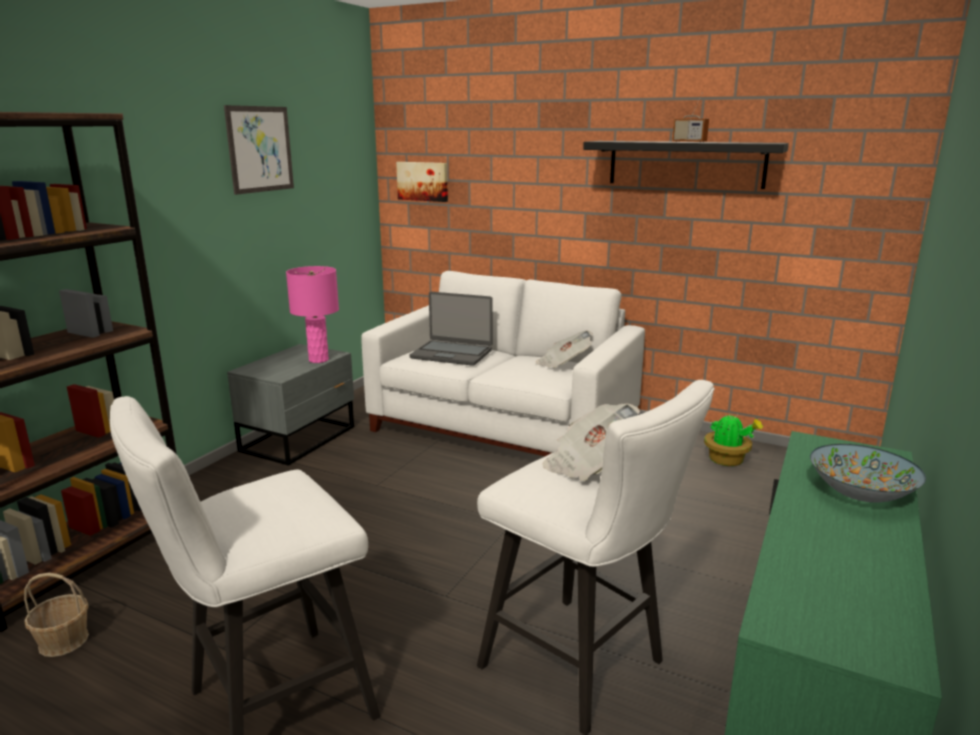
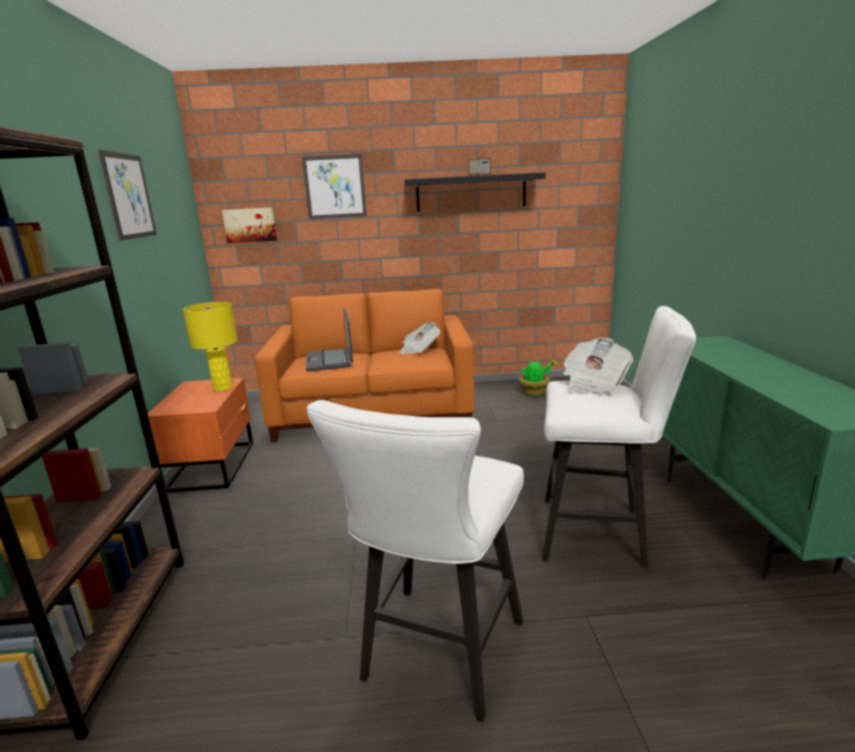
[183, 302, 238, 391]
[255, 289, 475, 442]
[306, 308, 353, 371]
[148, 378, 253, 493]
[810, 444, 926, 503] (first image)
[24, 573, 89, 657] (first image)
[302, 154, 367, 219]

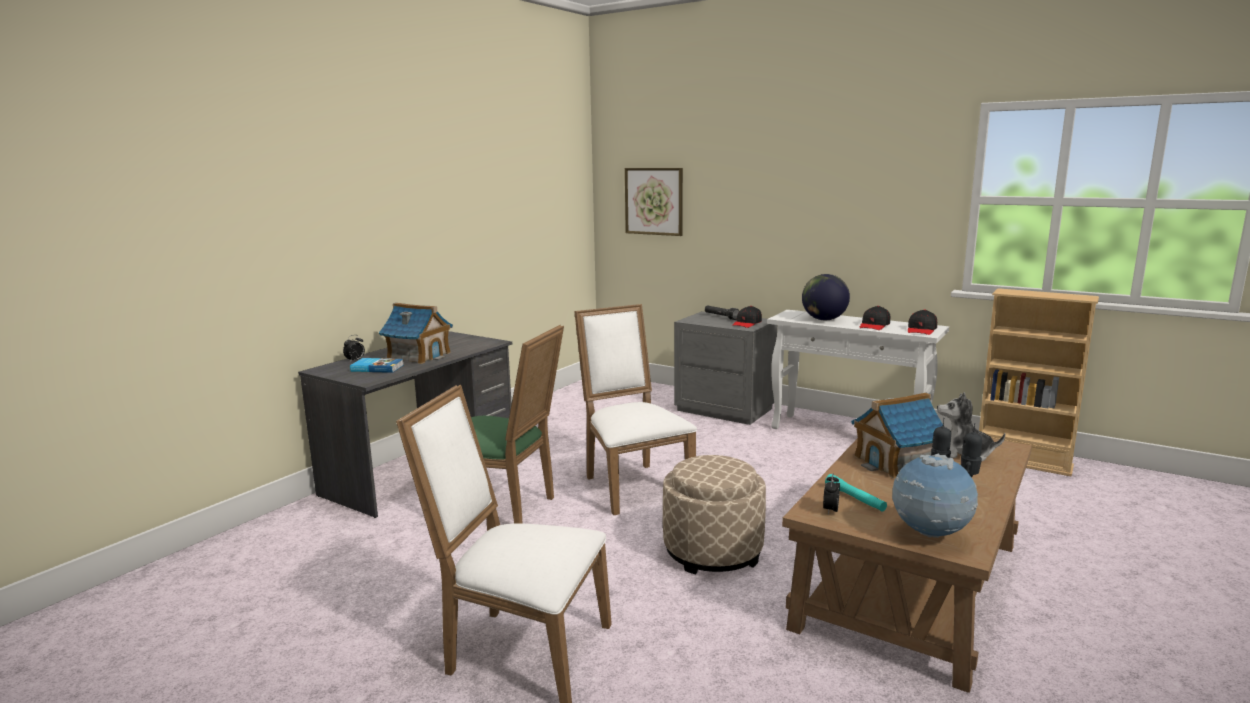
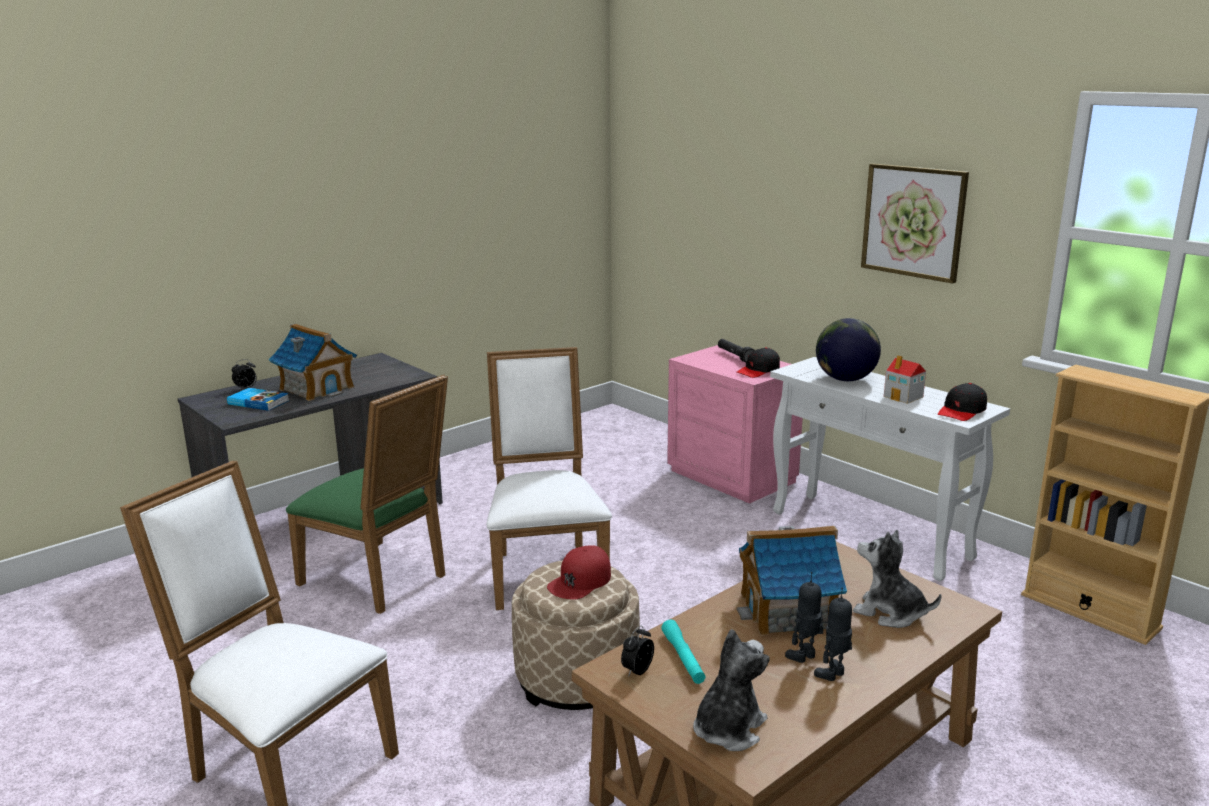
[861, 164, 969, 284]
[884, 355, 926, 404]
[667, 345, 803, 504]
[693, 629, 770, 751]
[547, 545, 611, 600]

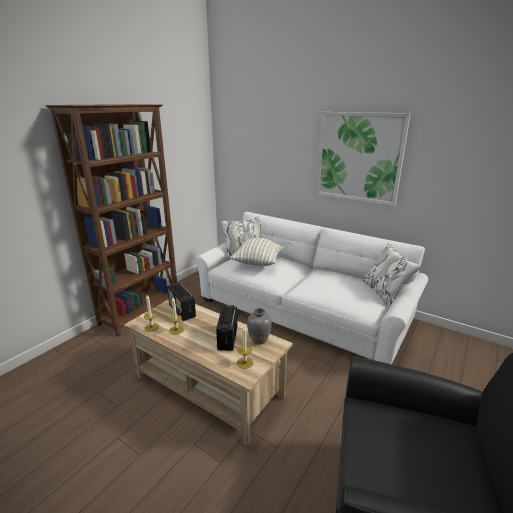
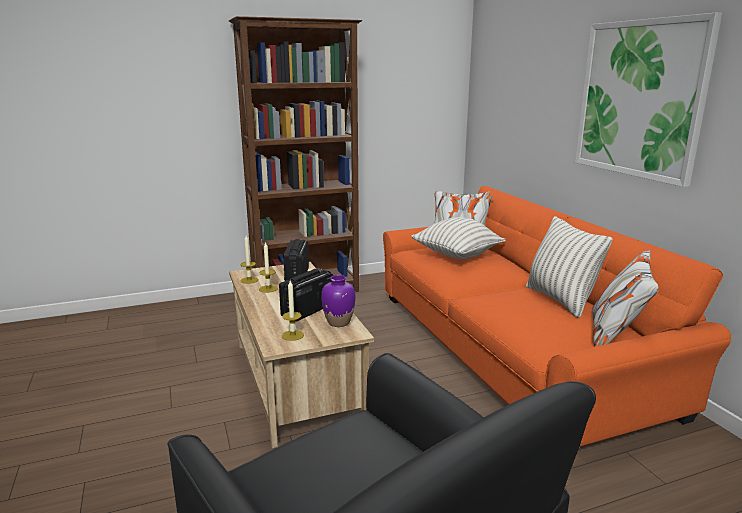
[383, 186, 732, 447]
[321, 275, 356, 327]
[526, 216, 613, 318]

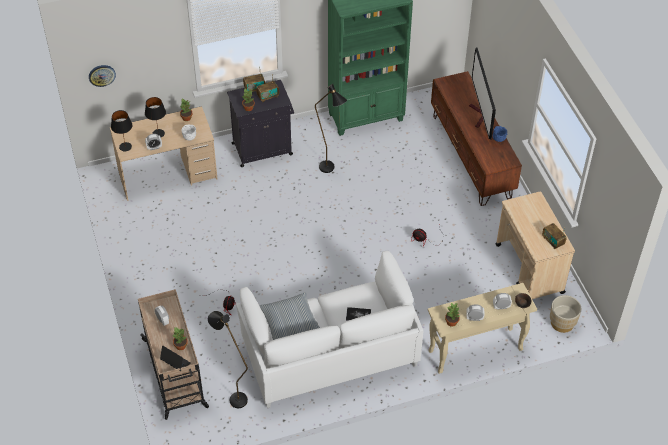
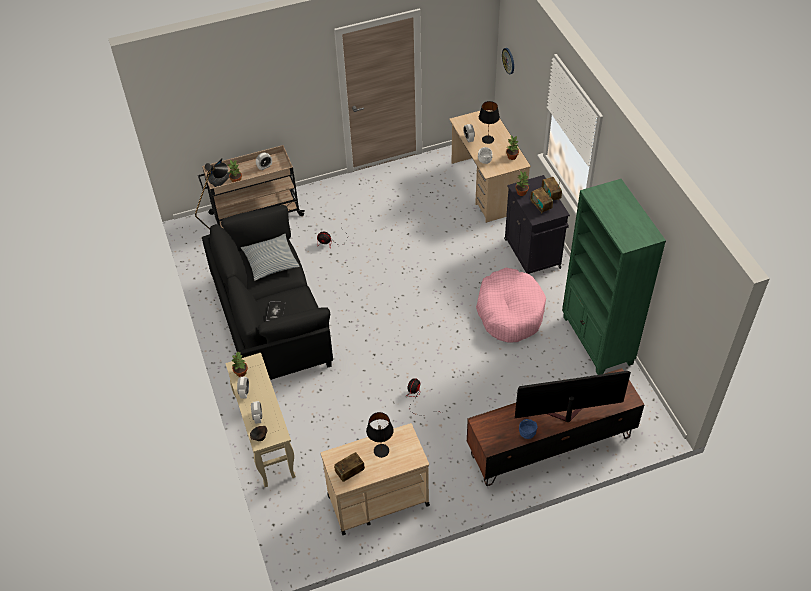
[476, 267, 546, 343]
[366, 412, 394, 458]
[202, 205, 333, 380]
[550, 295, 581, 333] (first image)

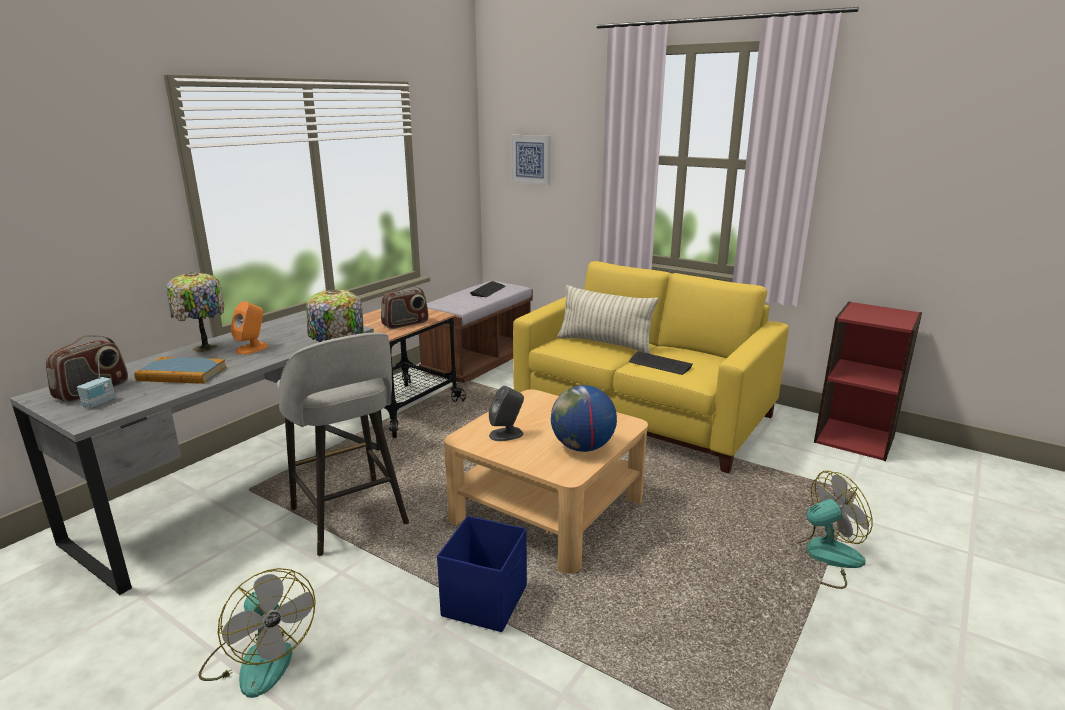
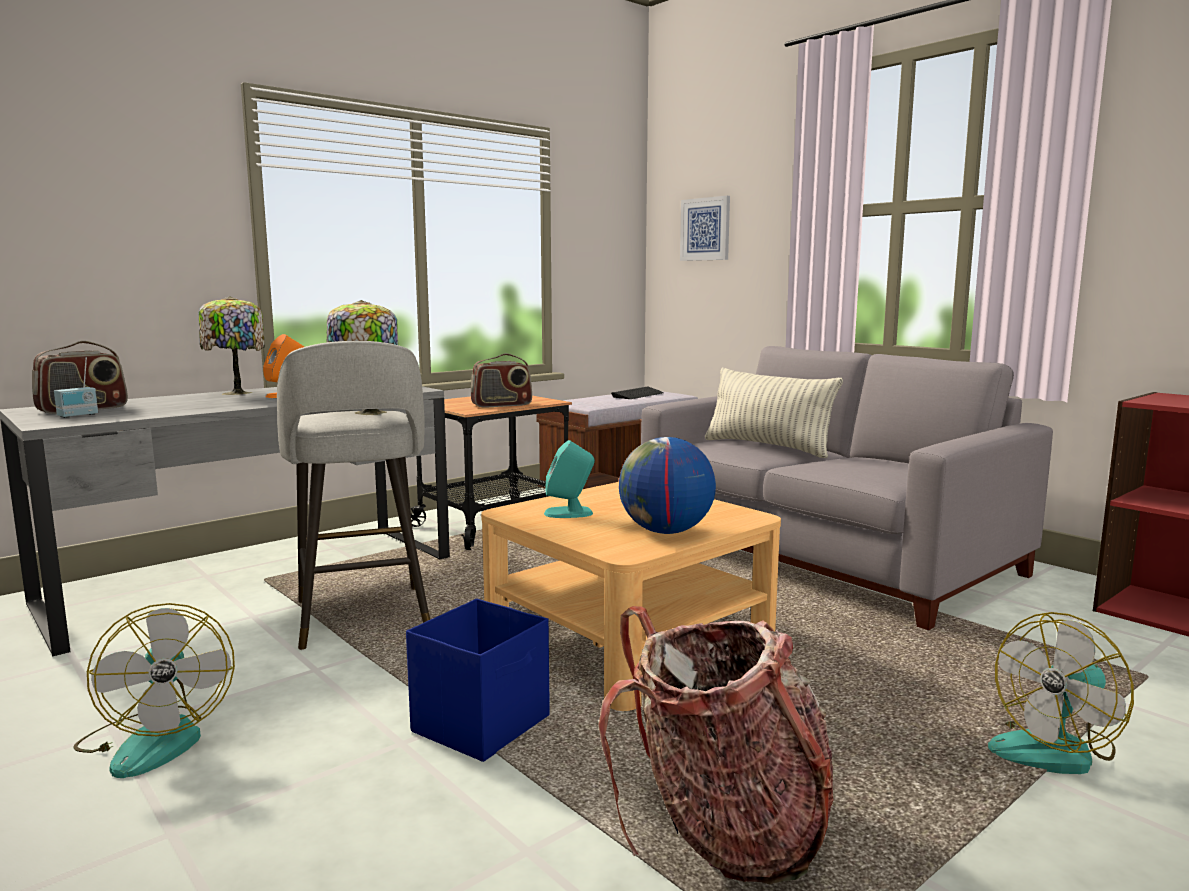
[641, 346, 1053, 630]
[629, 351, 693, 375] (first image)
[134, 357, 227, 384] (first image)
[544, 440, 595, 518]
[988, 612, 1134, 774]
[599, 606, 834, 884]

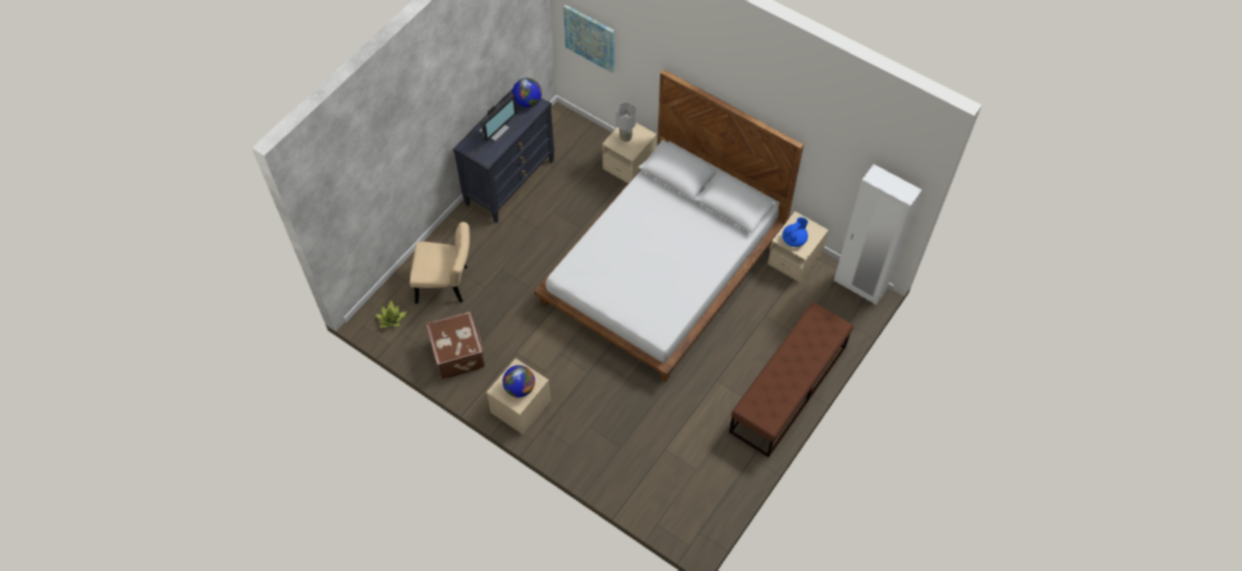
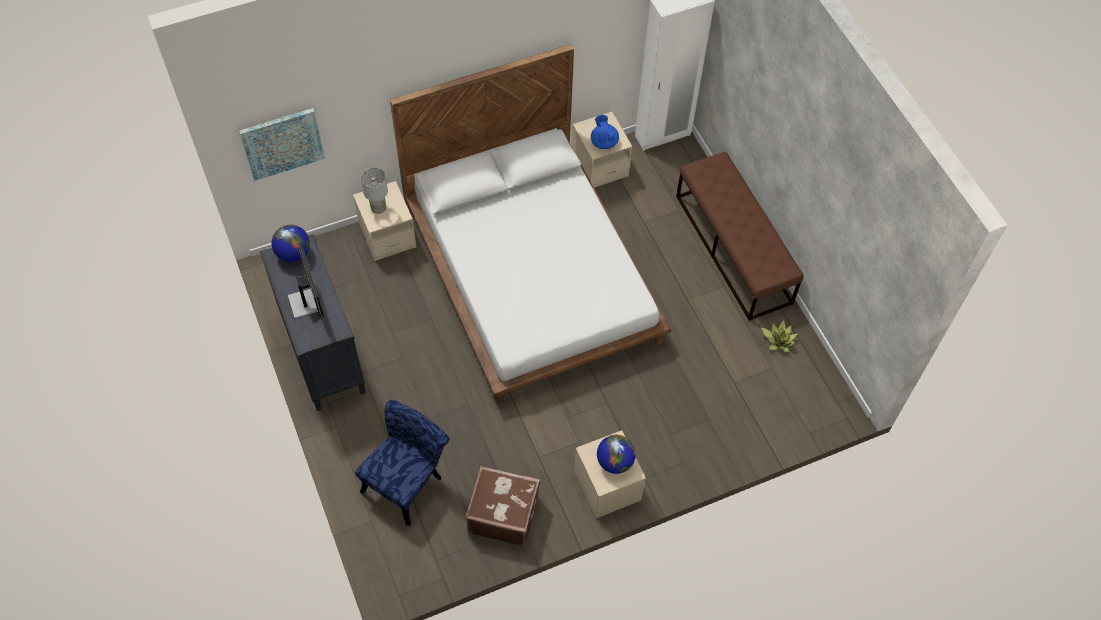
[355, 400, 450, 526]
[761, 320, 797, 352]

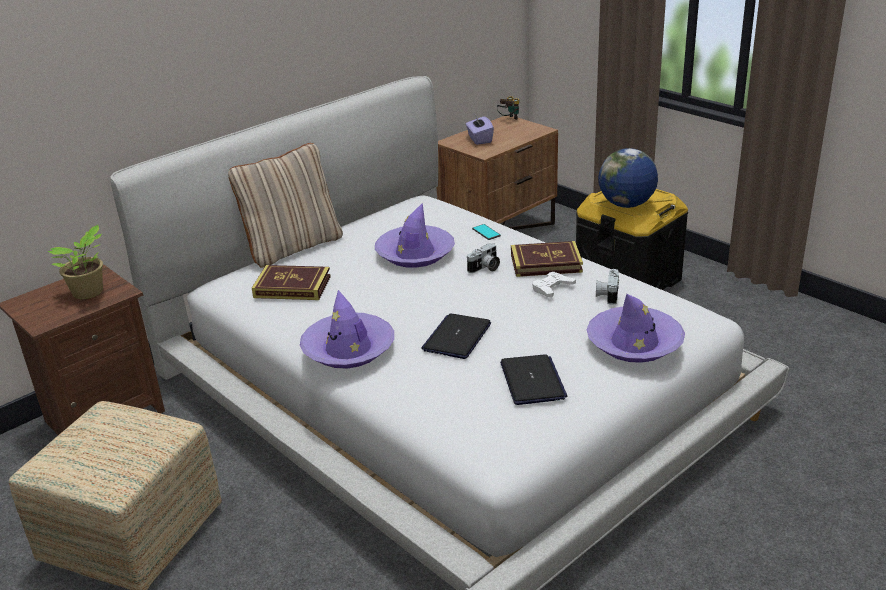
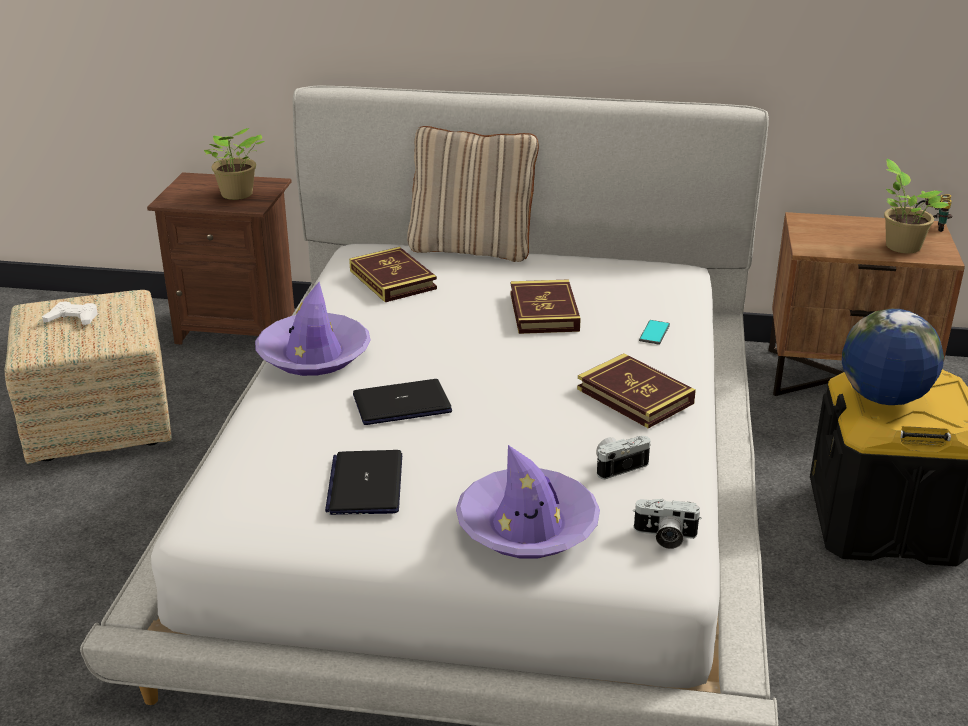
[466, 113, 494, 145] (first image)
[510, 279, 581, 334]
[633, 499, 702, 549]
[42, 301, 98, 325]
[325, 450, 402, 515]
[884, 159, 949, 254]

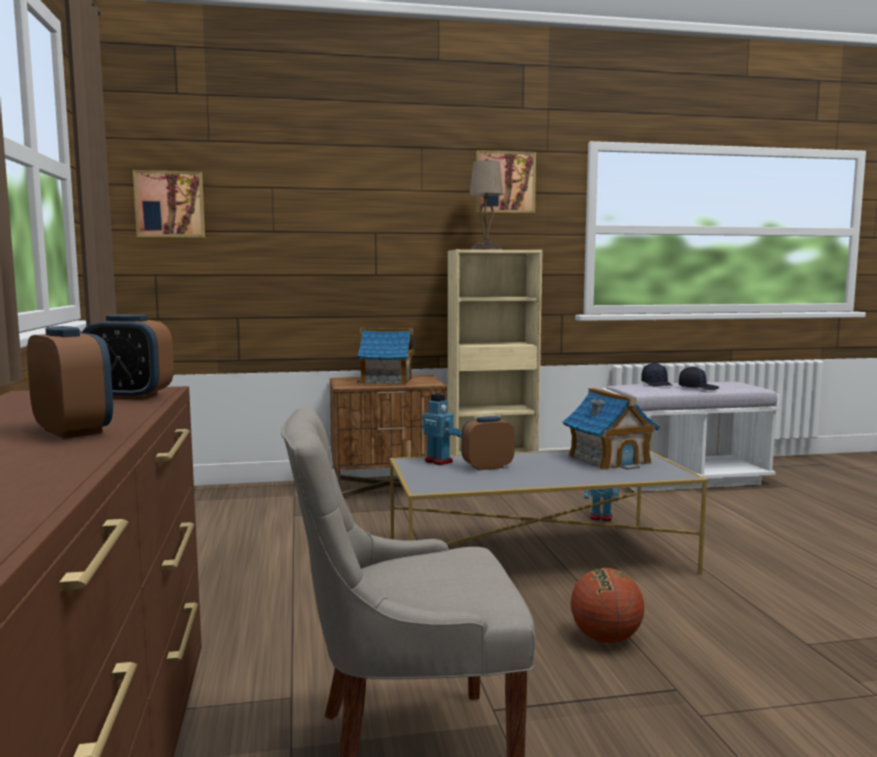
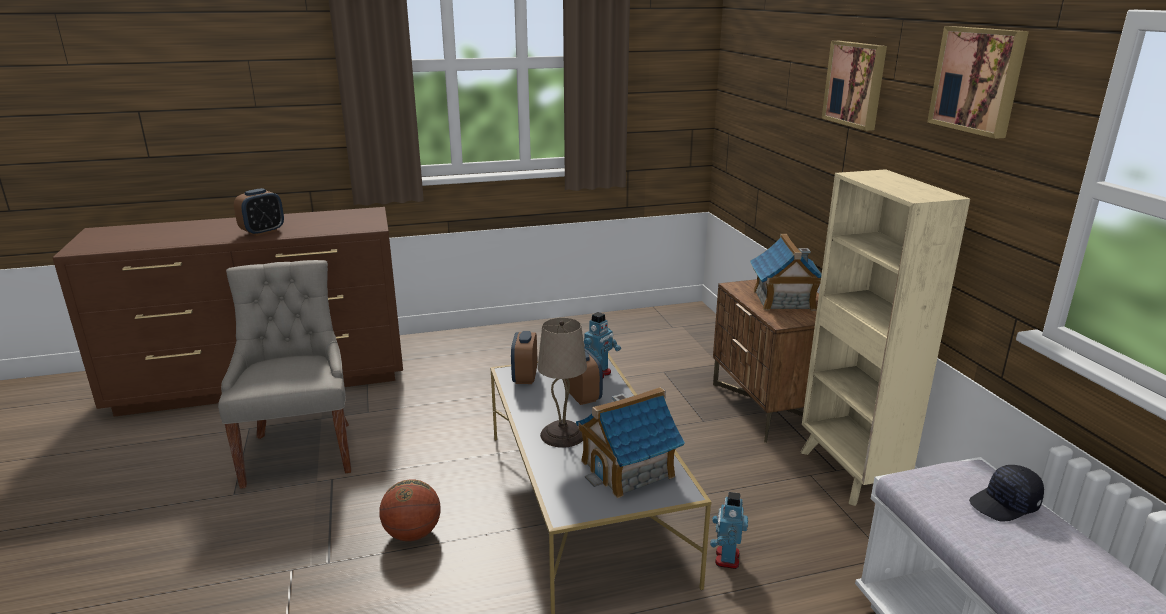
[537, 318, 587, 448]
[822, 41, 887, 131]
[511, 331, 537, 384]
[679, 367, 719, 390] (first image)

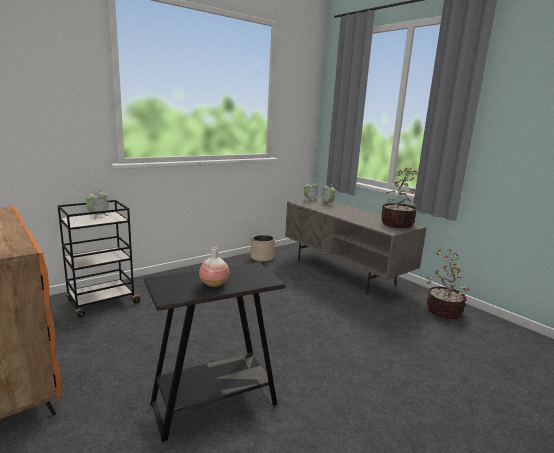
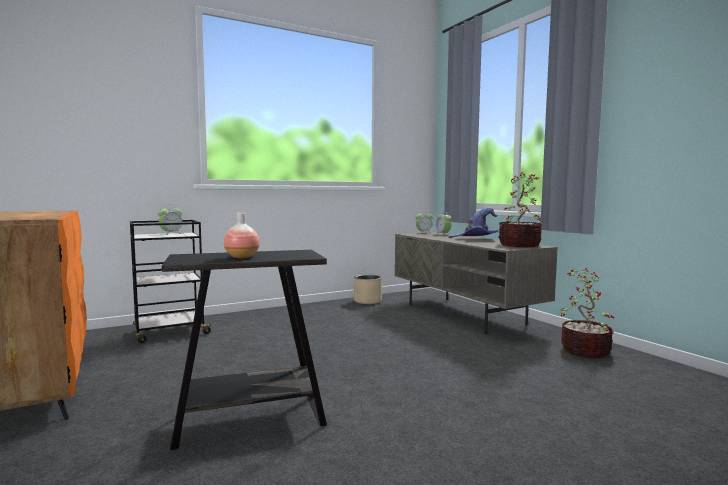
[449, 208, 498, 238]

